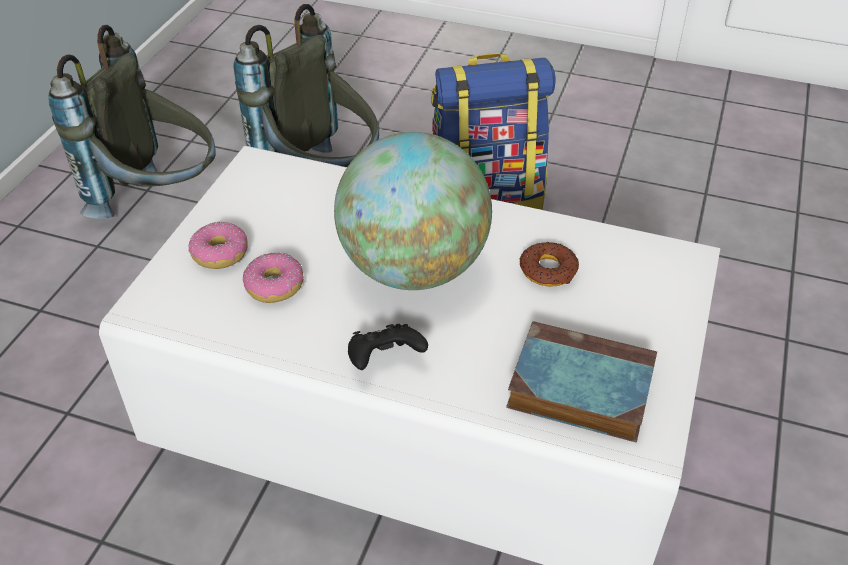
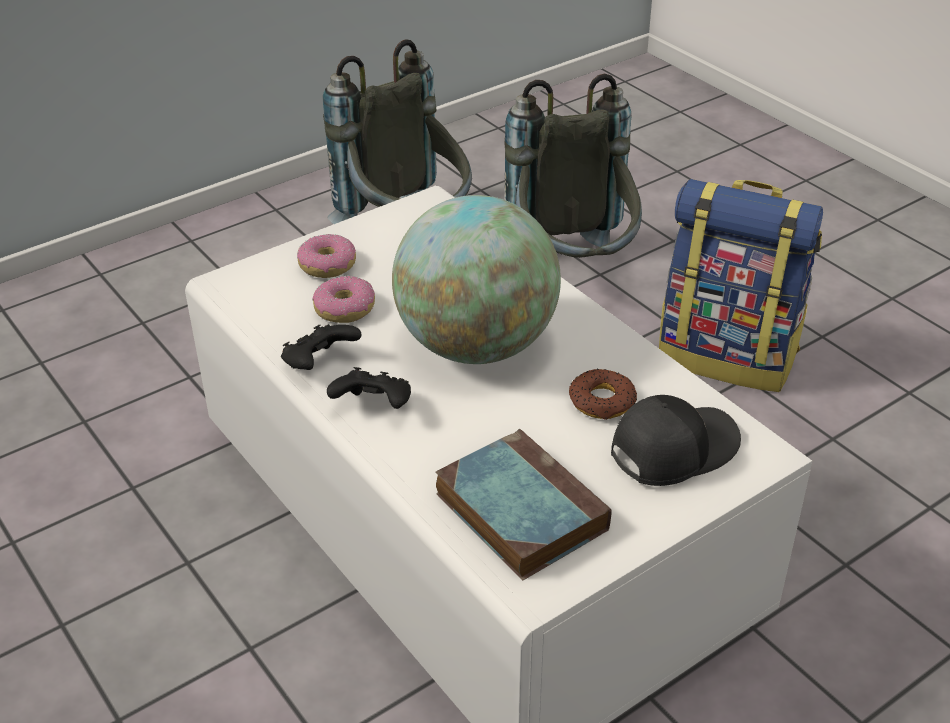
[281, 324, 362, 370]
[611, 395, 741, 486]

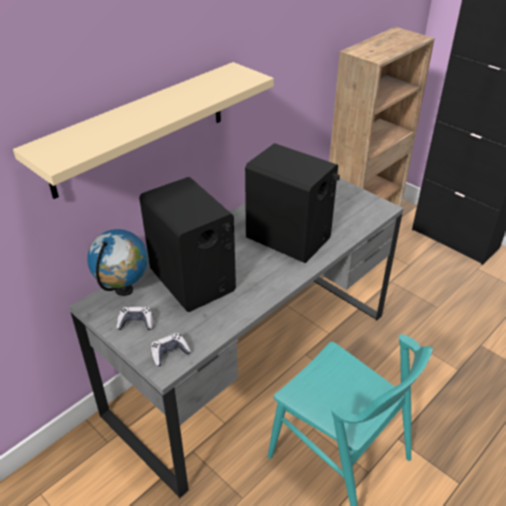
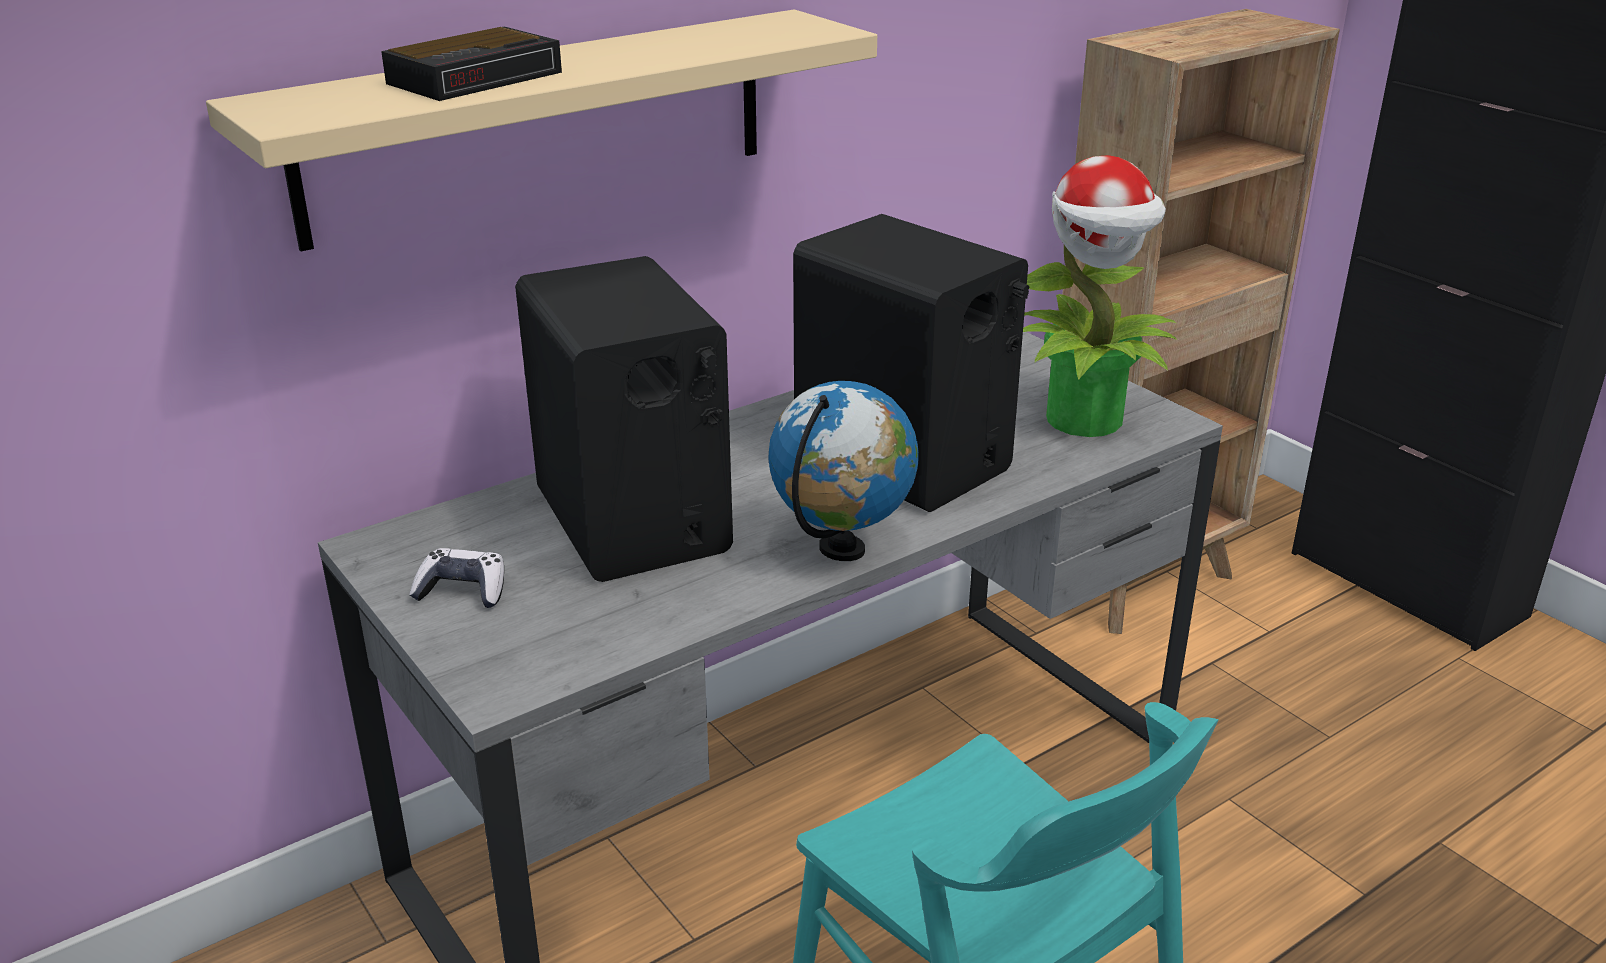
[768, 381, 919, 561]
[151, 333, 191, 366] (first image)
[381, 27, 562, 101]
[1023, 155, 1177, 437]

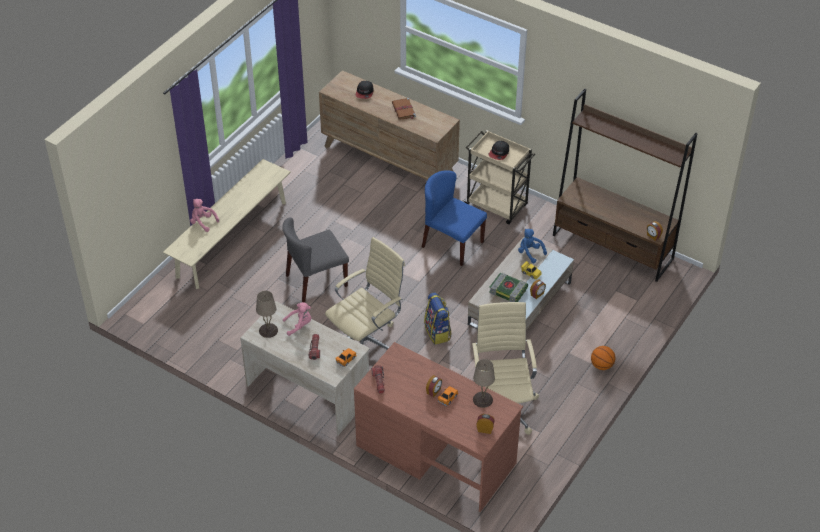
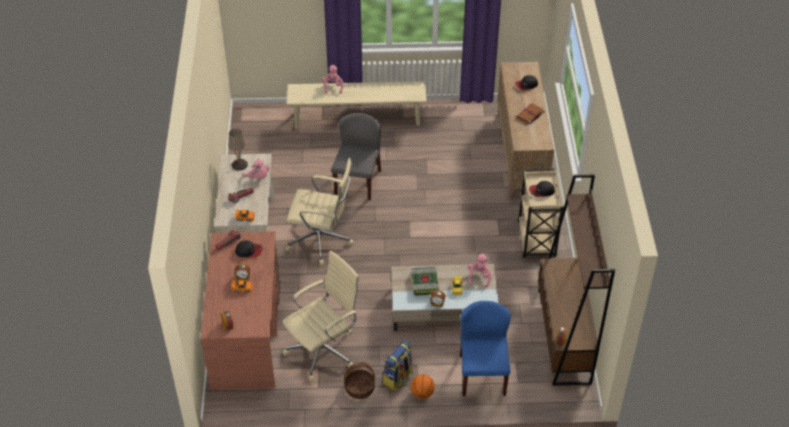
[460, 301, 511, 396]
[331, 113, 381, 200]
[468, 253, 492, 288]
[383, 341, 413, 391]
[473, 359, 495, 408] (first image)
[235, 240, 263, 257]
[344, 362, 375, 399]

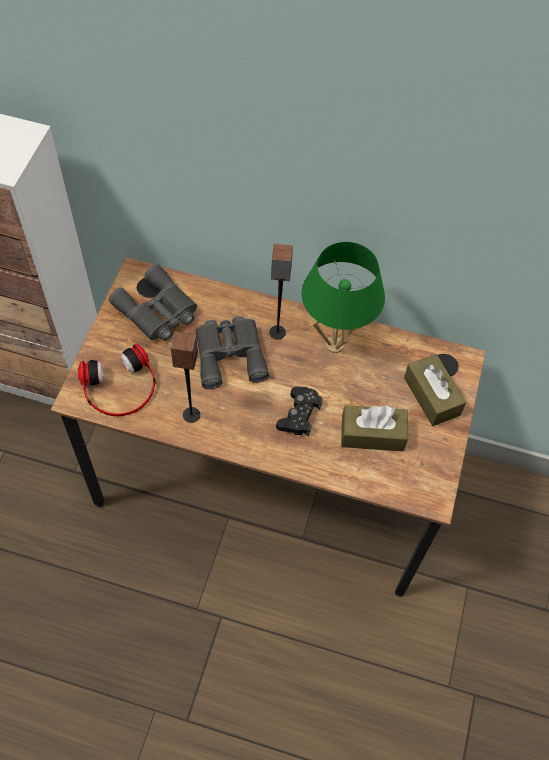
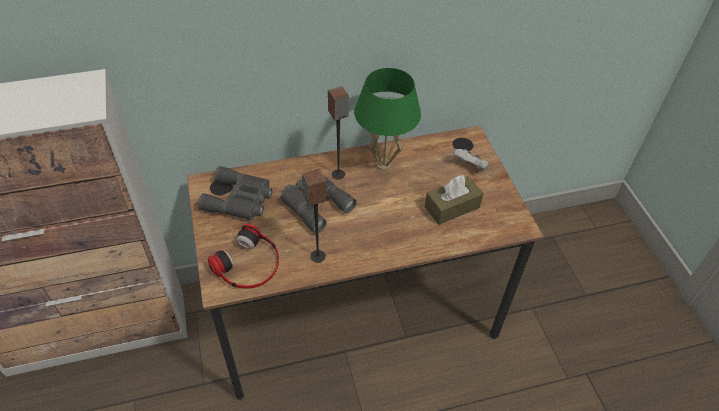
[453, 148, 488, 170]
[276, 386, 322, 436] (first image)

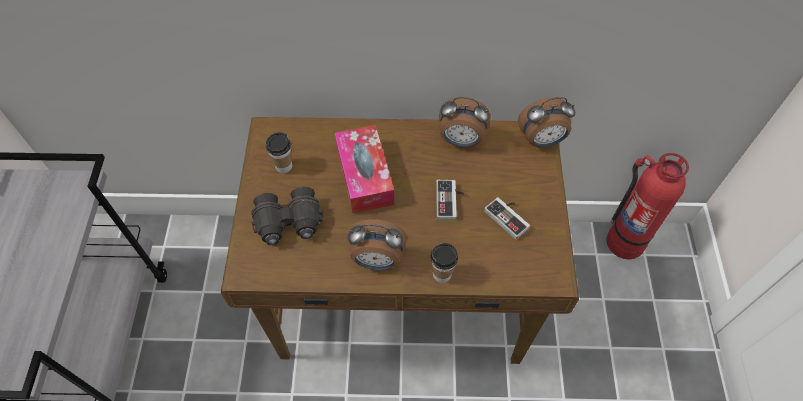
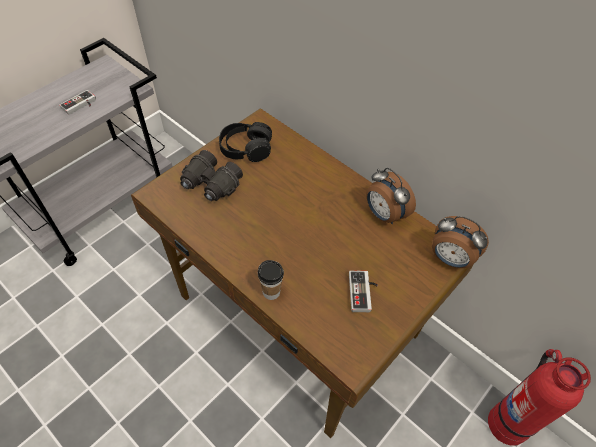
[335, 125, 394, 214] (first image)
[219, 122, 272, 162]
[60, 90, 96, 115]
[348, 219, 407, 270] (first image)

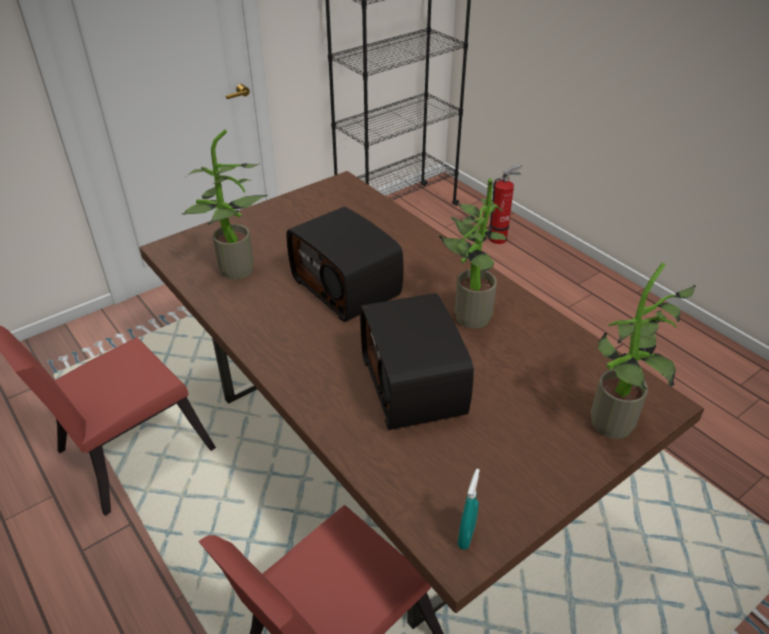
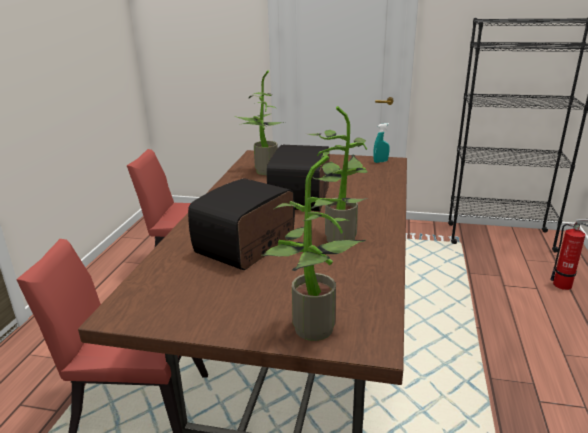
[373, 123, 390, 163]

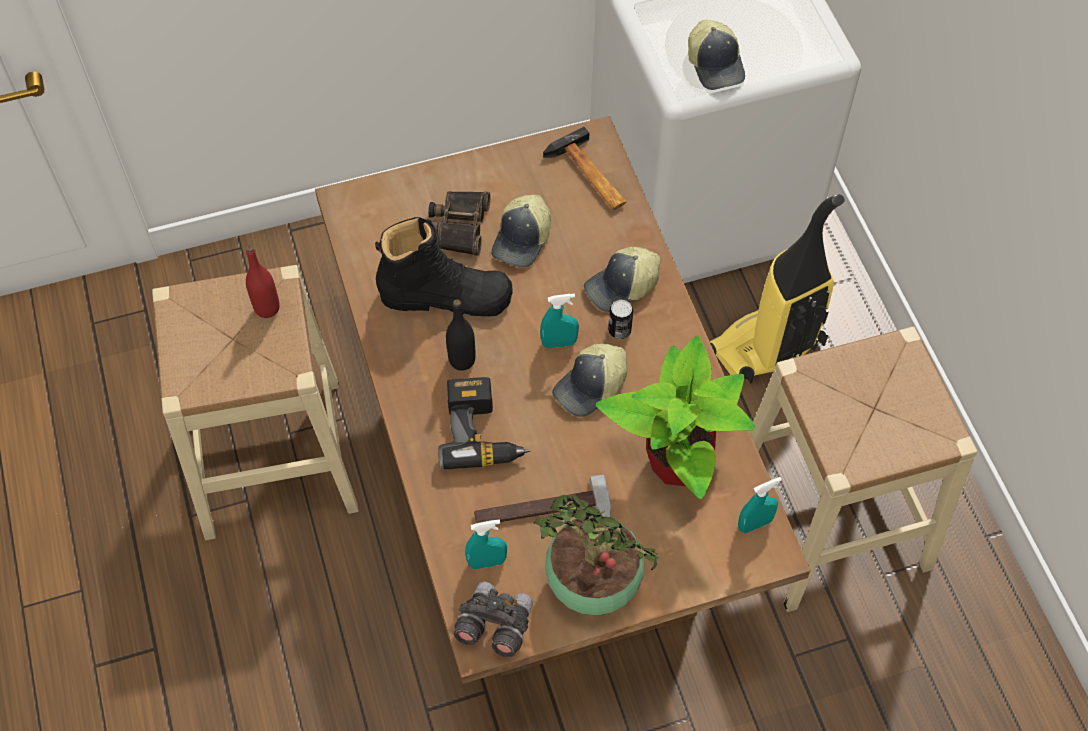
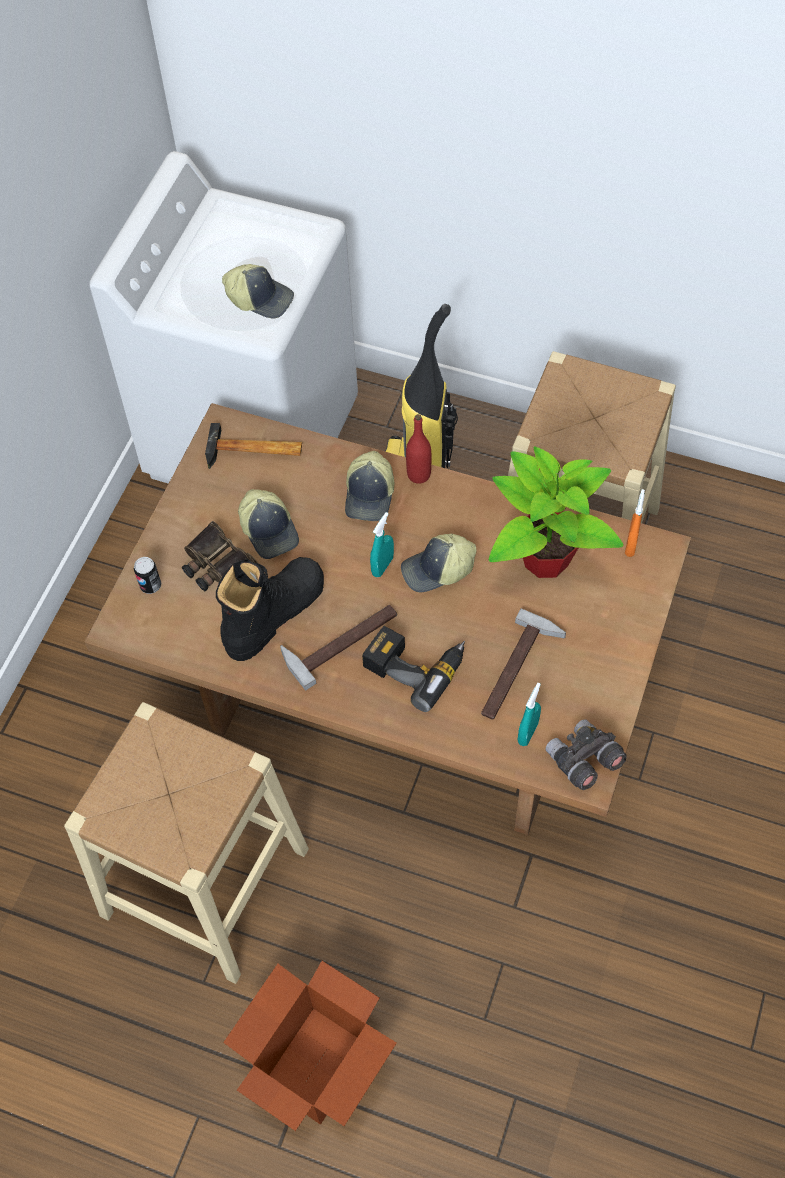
[406, 414, 431, 484]
[280, 605, 397, 691]
[134, 557, 161, 594]
[401, 534, 476, 593]
[625, 489, 645, 557]
[533, 495, 660, 616] (first image)
[223, 961, 397, 1131]

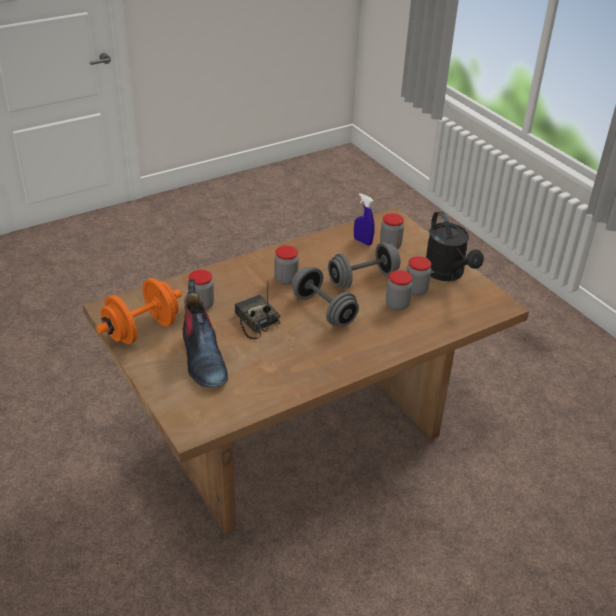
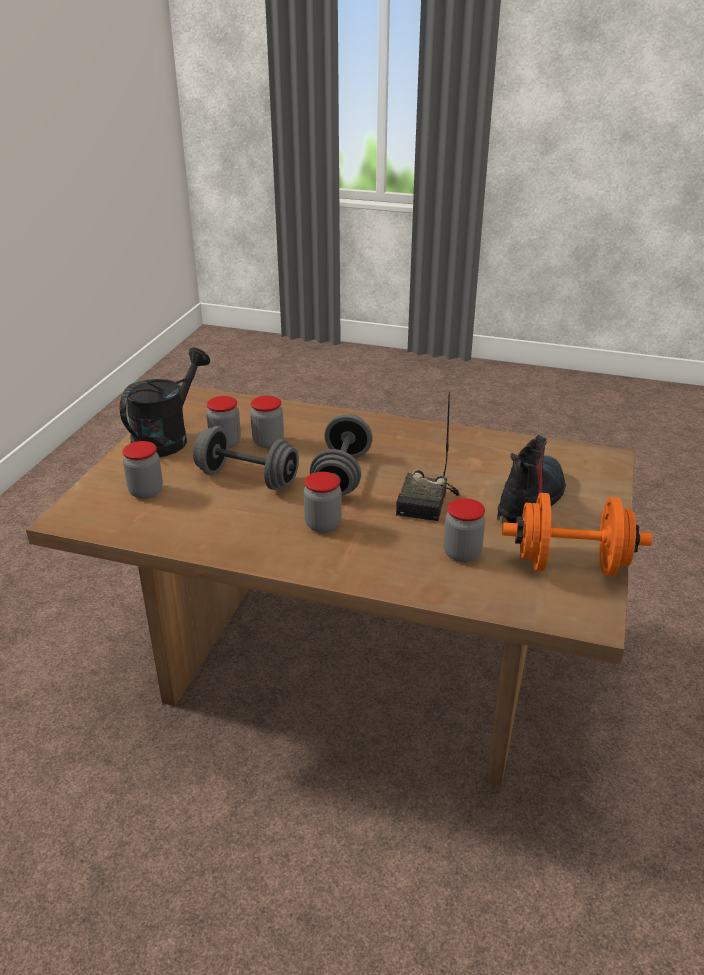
[354, 193, 375, 246] (first image)

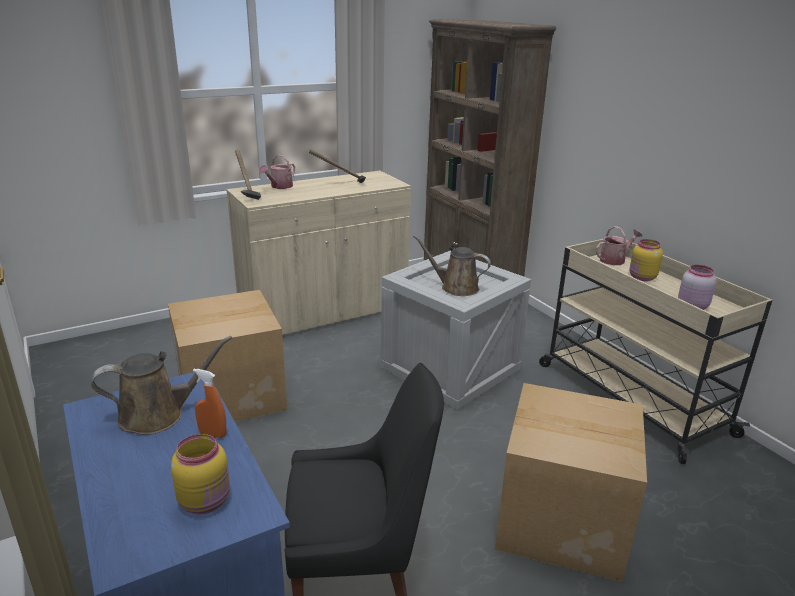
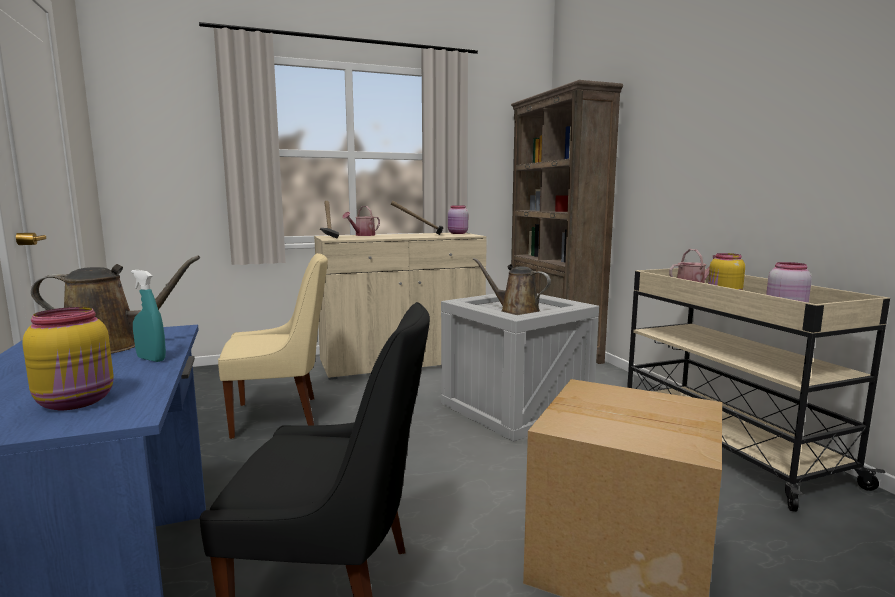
[218, 253, 328, 439]
[131, 270, 166, 362]
[448, 206, 468, 234]

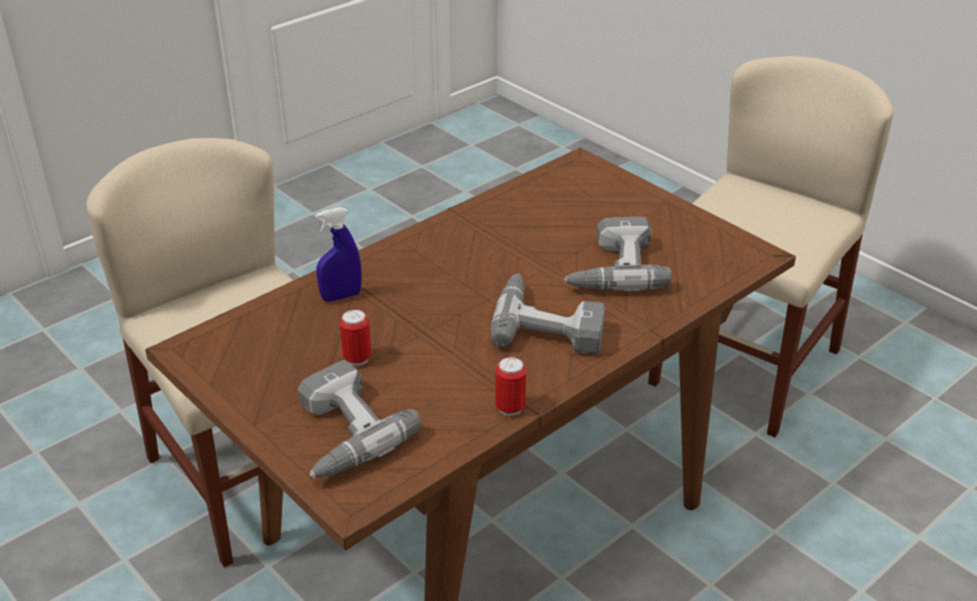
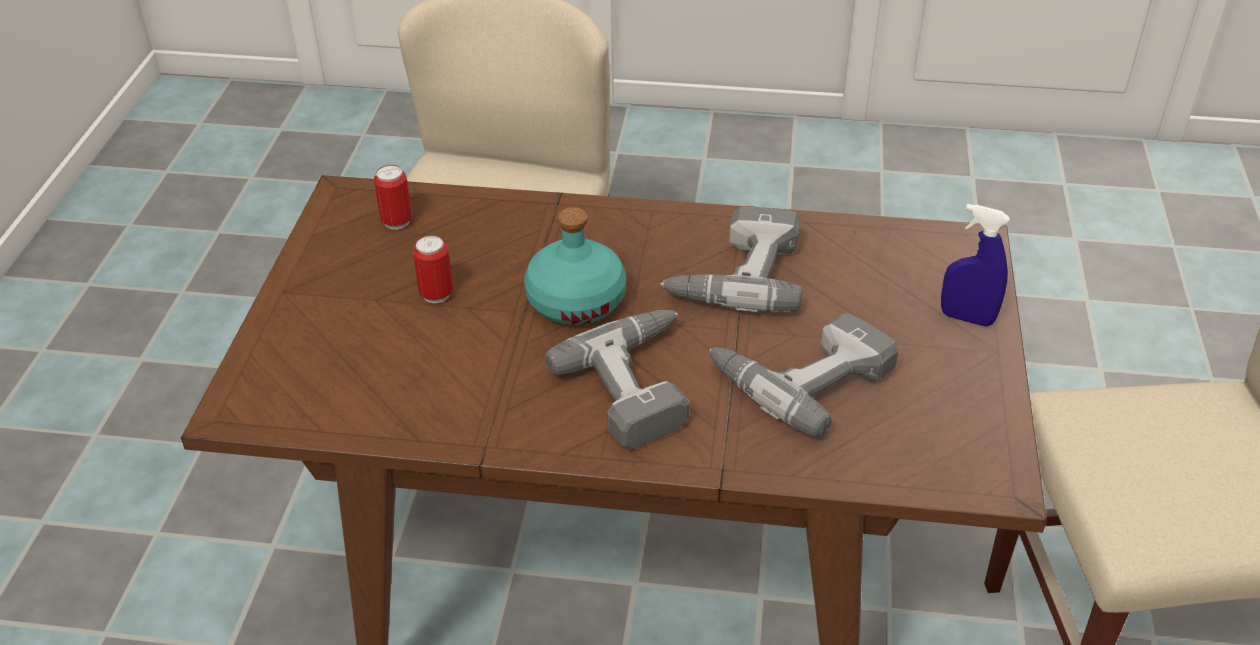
[941, 204, 1010, 327]
[374, 165, 412, 230]
[660, 207, 802, 312]
[524, 207, 626, 325]

